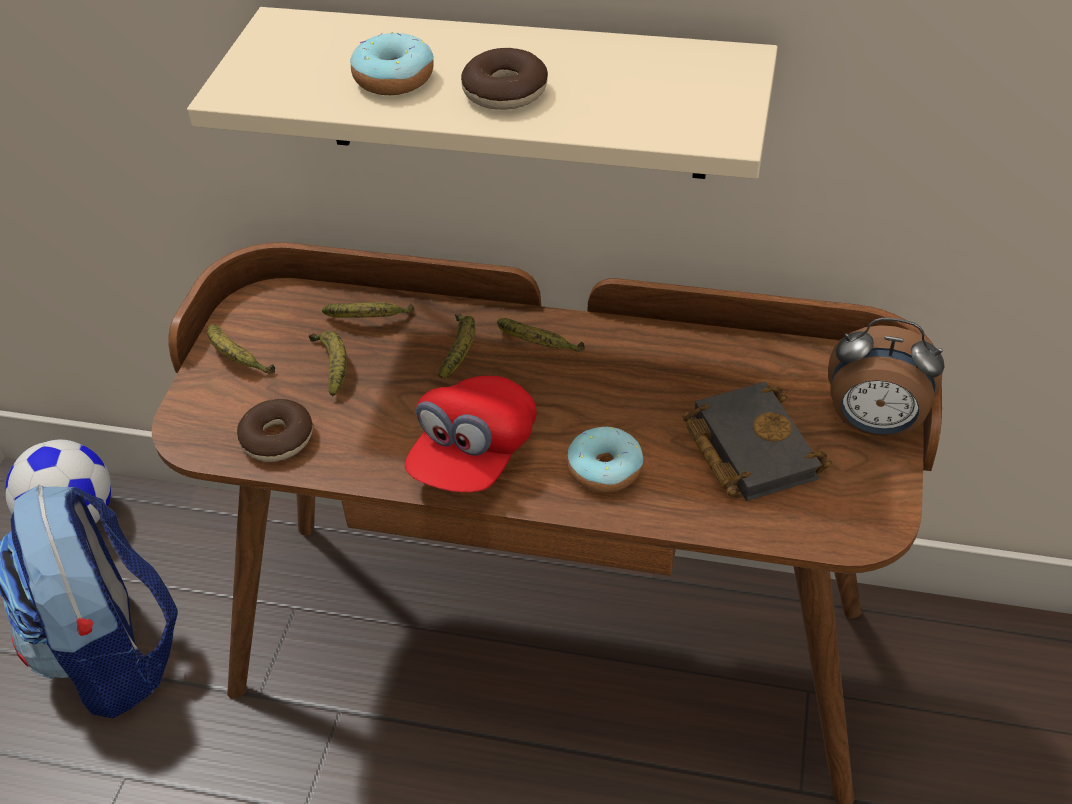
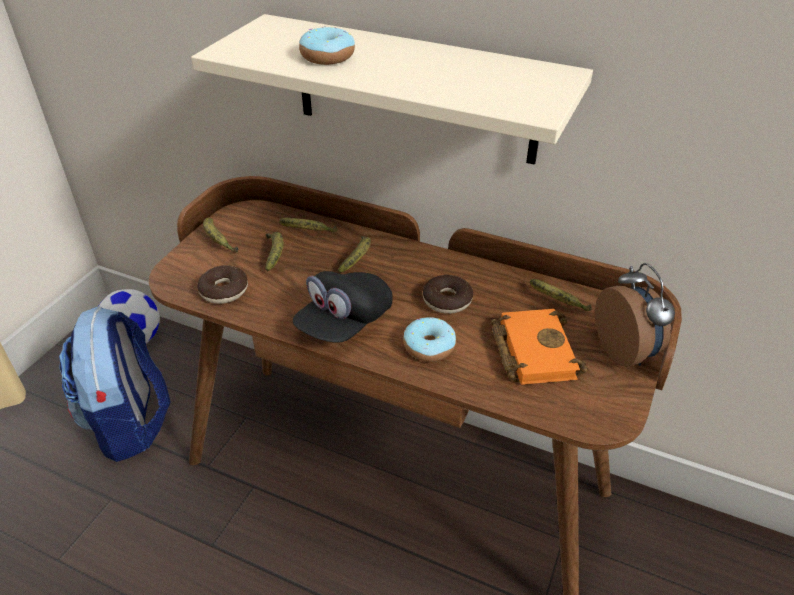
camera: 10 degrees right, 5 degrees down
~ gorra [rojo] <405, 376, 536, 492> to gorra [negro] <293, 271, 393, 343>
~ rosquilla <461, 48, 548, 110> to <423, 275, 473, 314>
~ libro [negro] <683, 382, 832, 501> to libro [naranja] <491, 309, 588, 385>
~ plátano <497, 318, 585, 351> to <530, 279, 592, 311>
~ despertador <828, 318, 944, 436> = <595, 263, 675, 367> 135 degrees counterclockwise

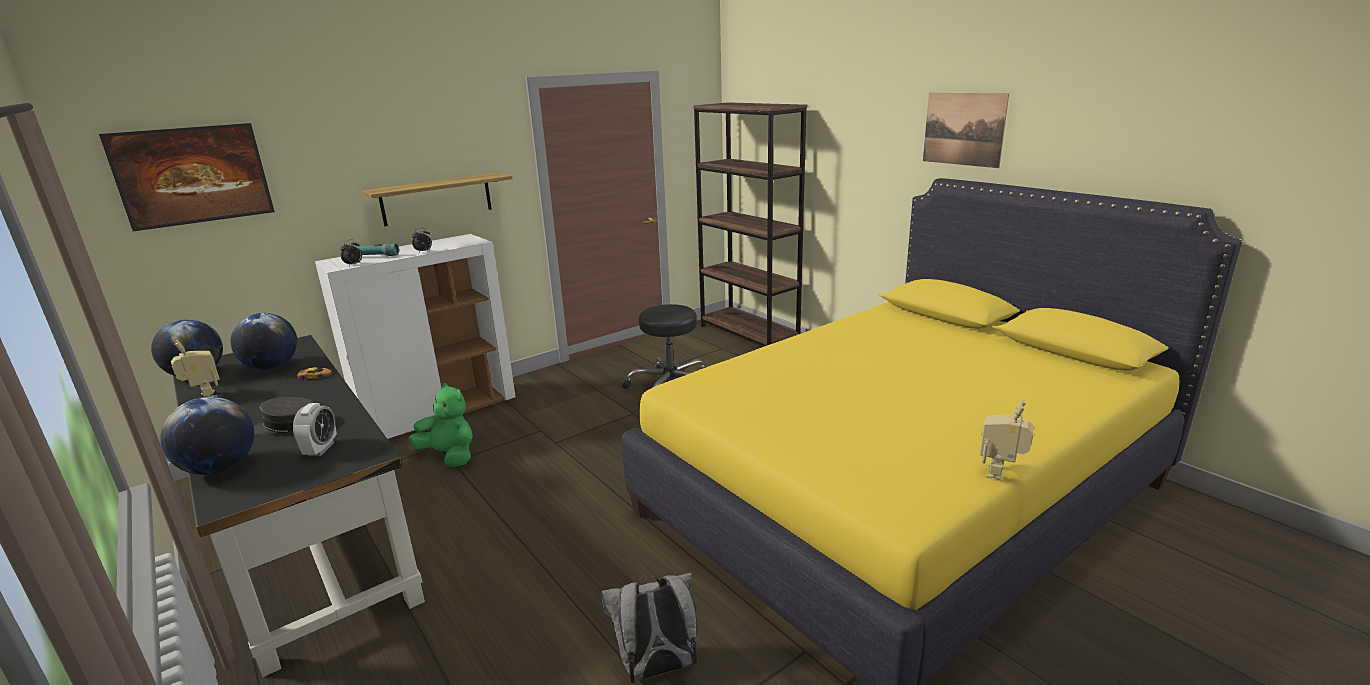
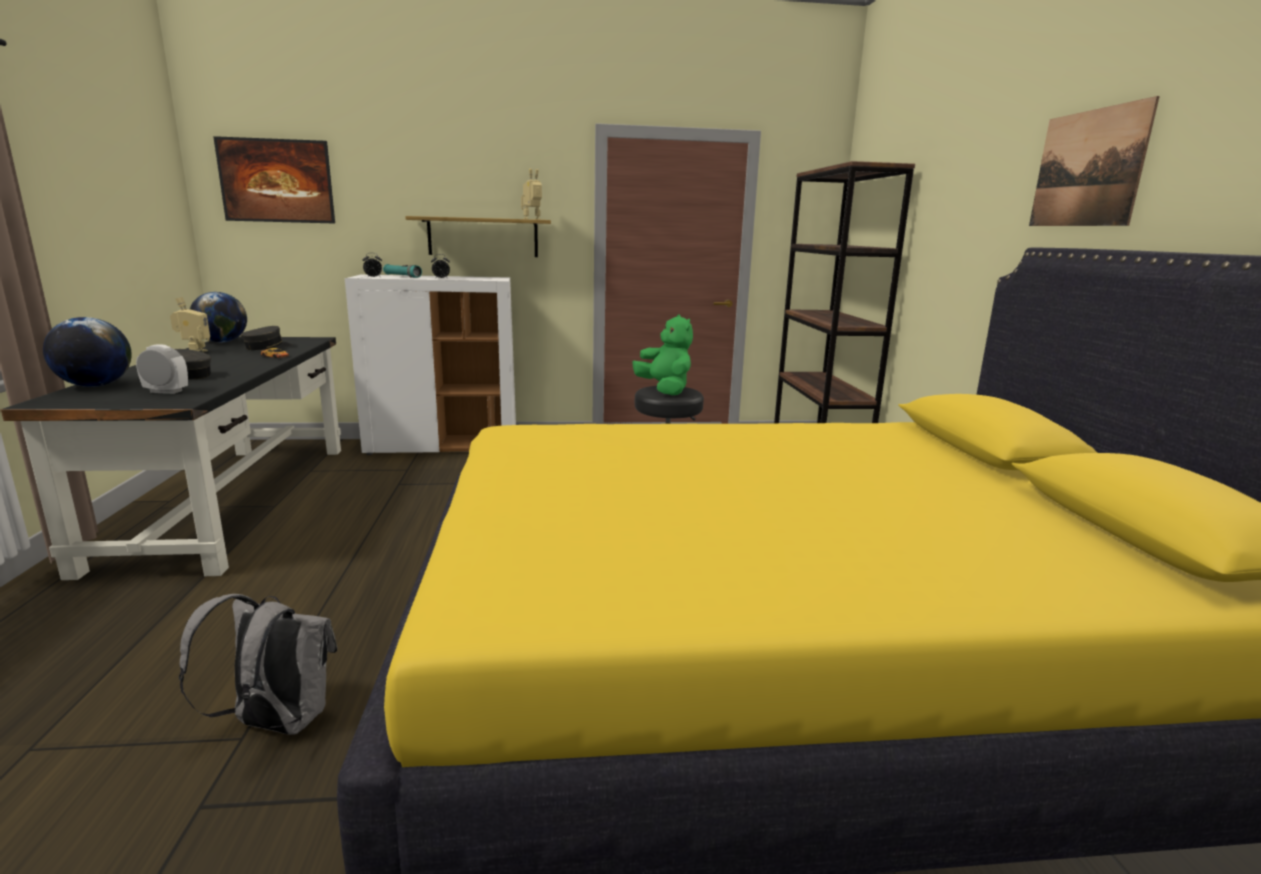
camera: 30 degrees right, 5 degrees down
~ despertador <293, 403, 337, 456> = <136, 344, 188, 394> 120 degrees counterclockwise
~ globo terráqueo <231, 313, 297, 370> to gorra [gris] <241, 326, 293, 350>
~ robot de juguete <979, 400, 1034, 481> to <521, 169, 542, 219>
~ peluche [verde] <408, 383, 473, 467> to <632, 314, 693, 395>

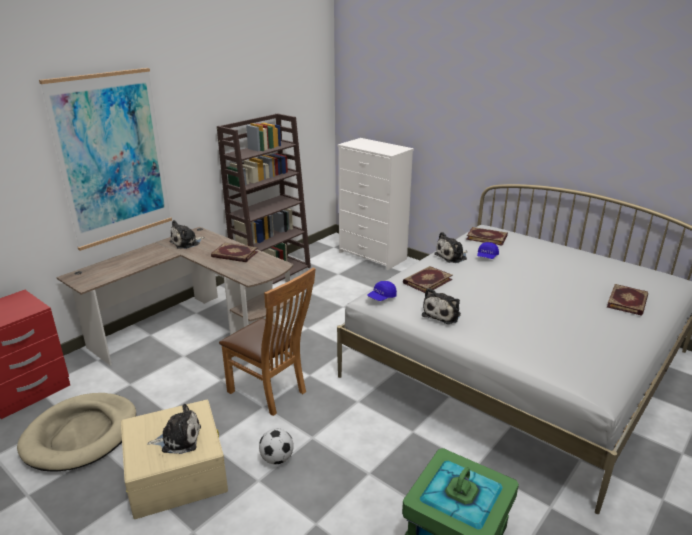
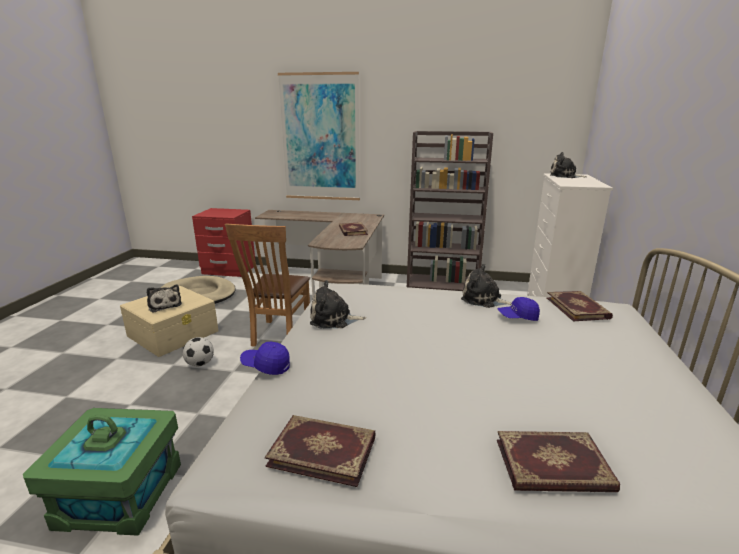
camera: 60 degrees right, 5 degrees down
~ gorra [azul] <367, 281, 397, 301> to <240, 341, 290, 375>
~ libro <403, 266, 453, 293> to <265, 415, 376, 487>
~ peluche <170, 220, 205, 249> to <550, 152, 587, 178>

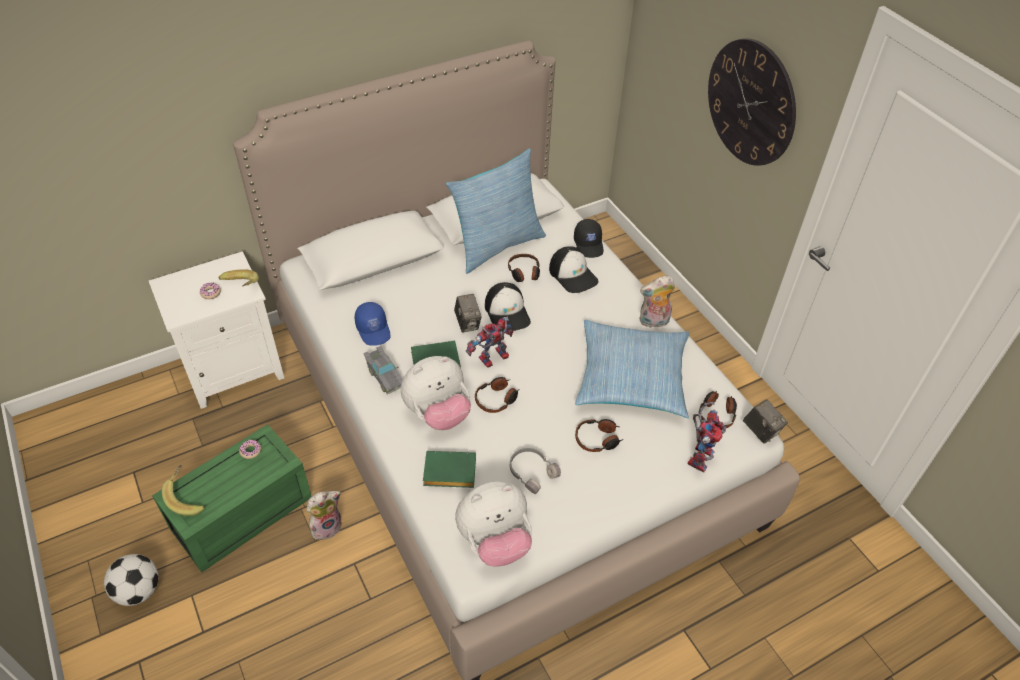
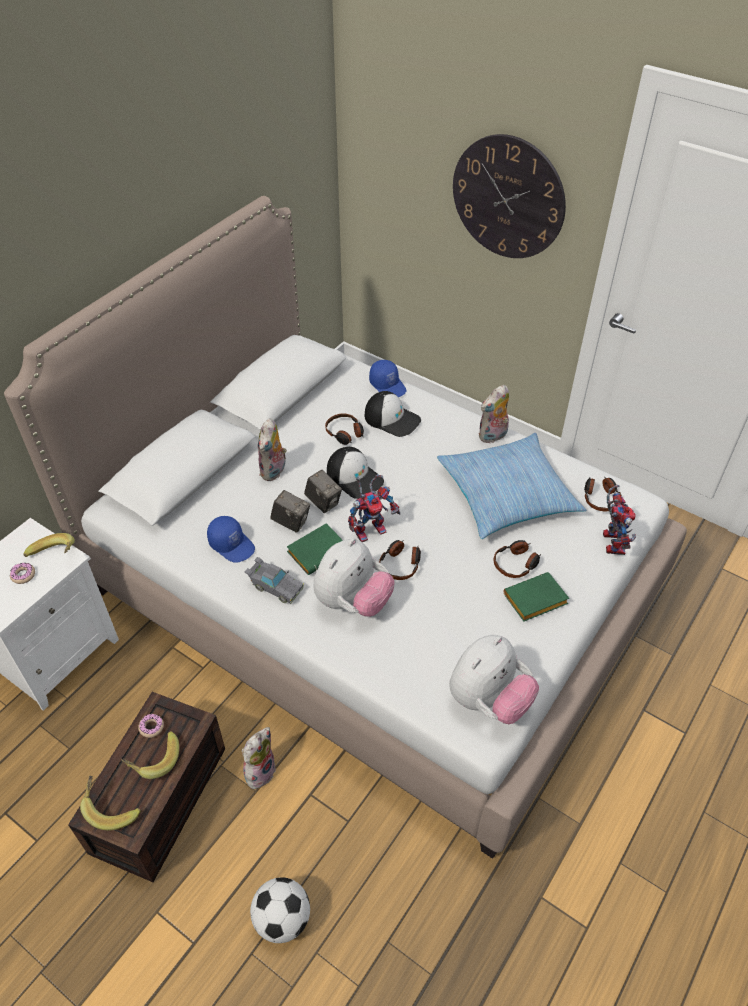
camera: 25 degrees left, 0 degrees up
~ caja de almacenaje [verde] <152, 424, 311, 573> to caja de almacenaje [marrón] <68, 692, 225, 882>
+ plátano <122, 731, 179, 779>
~ balón de fútbol <104, 554, 158, 606> to <250, 877, 310, 943>
+ peluche <258, 418, 287, 481>
~ cámara <743, 399, 788, 444> to <270, 490, 310, 533>
~ robot de juguete <466, 316, 513, 368> = <348, 474, 400, 542> 150 degrees counterclockwise
~ gorra [negro] <574, 219, 603, 258> to gorra [azul] <369, 360, 407, 397>
~ libro [verde] <423, 451, 476, 488> to <504, 572, 569, 621>
- cojín <446, 149, 546, 274>
- auriculares [gris] <510, 448, 561, 494>

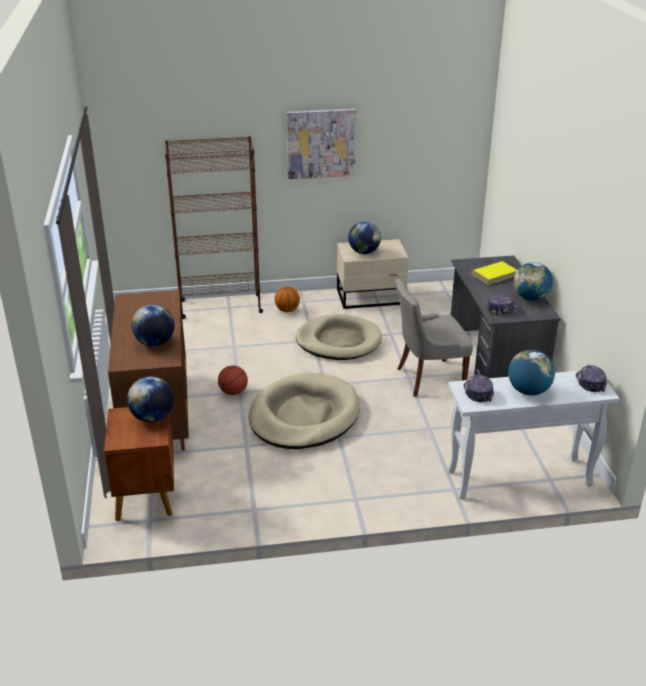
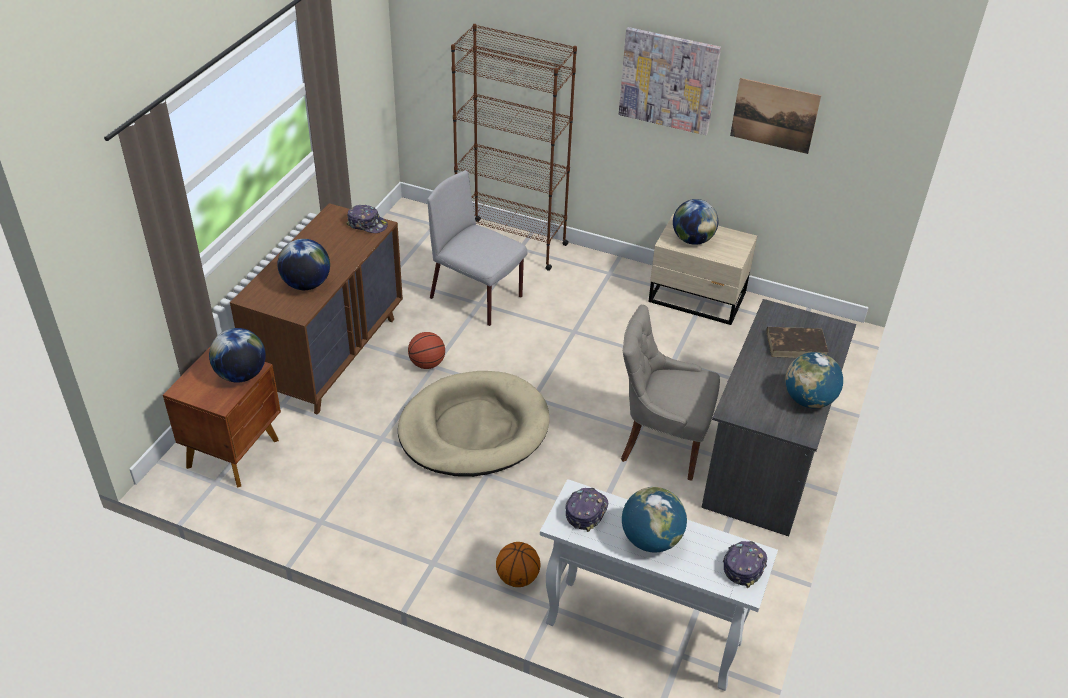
camera: 30 degrees right, 10 degrees up
~ gorra <487, 295, 520, 315> to <347, 205, 388, 233>
+ silla [gris] <427, 170, 528, 326>
~ balón de baloncesto <274, 286, 300, 312> to <496, 542, 540, 587>
+ cuadro <730, 78, 821, 154>
~ libro [amarillo] <472, 261, 517, 285> to libro [marrón] <766, 327, 828, 358>
- cama para perro [beis] <296, 314, 382, 360>

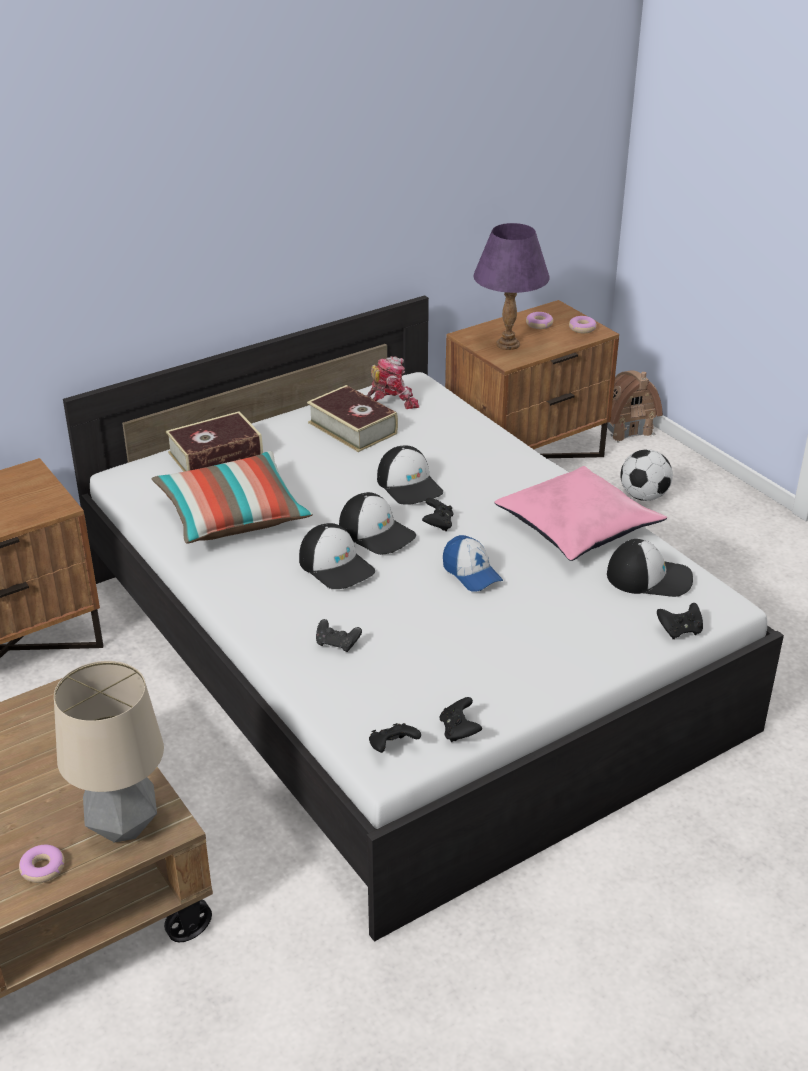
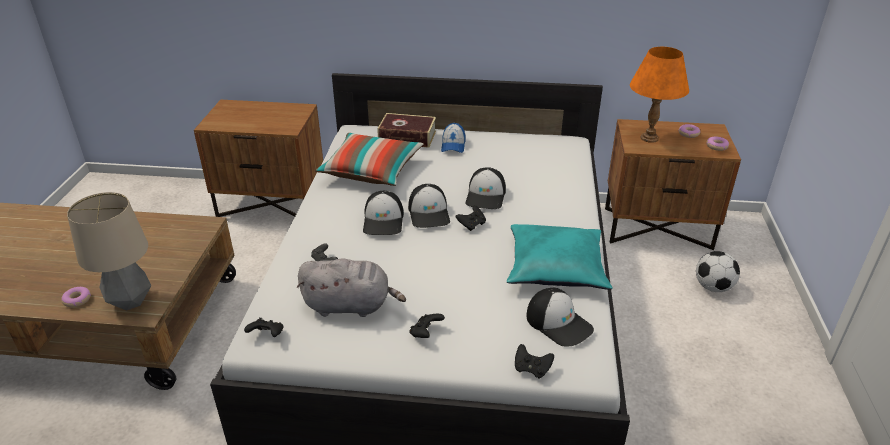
camera: 40 degrees right, 0 degrees up
+ peluche [gris] <297, 258, 406, 317>
~ mando de consola [negro] <440, 697, 482, 742> to <409, 314, 445, 338>
~ gorra <443, 535, 503, 592> to <441, 123, 466, 153>
~ cojín [rosa] <494, 466, 667, 561> to cojín [turquesa] <507, 224, 613, 290>
~ lámpara de mesa [morado] <473, 223, 550, 350> to lámpara de mesa [naranja] <630, 47, 689, 143>
- libro <307, 385, 398, 452>
- robot de juguete <366, 356, 419, 409>
- casita <601, 370, 663, 443>

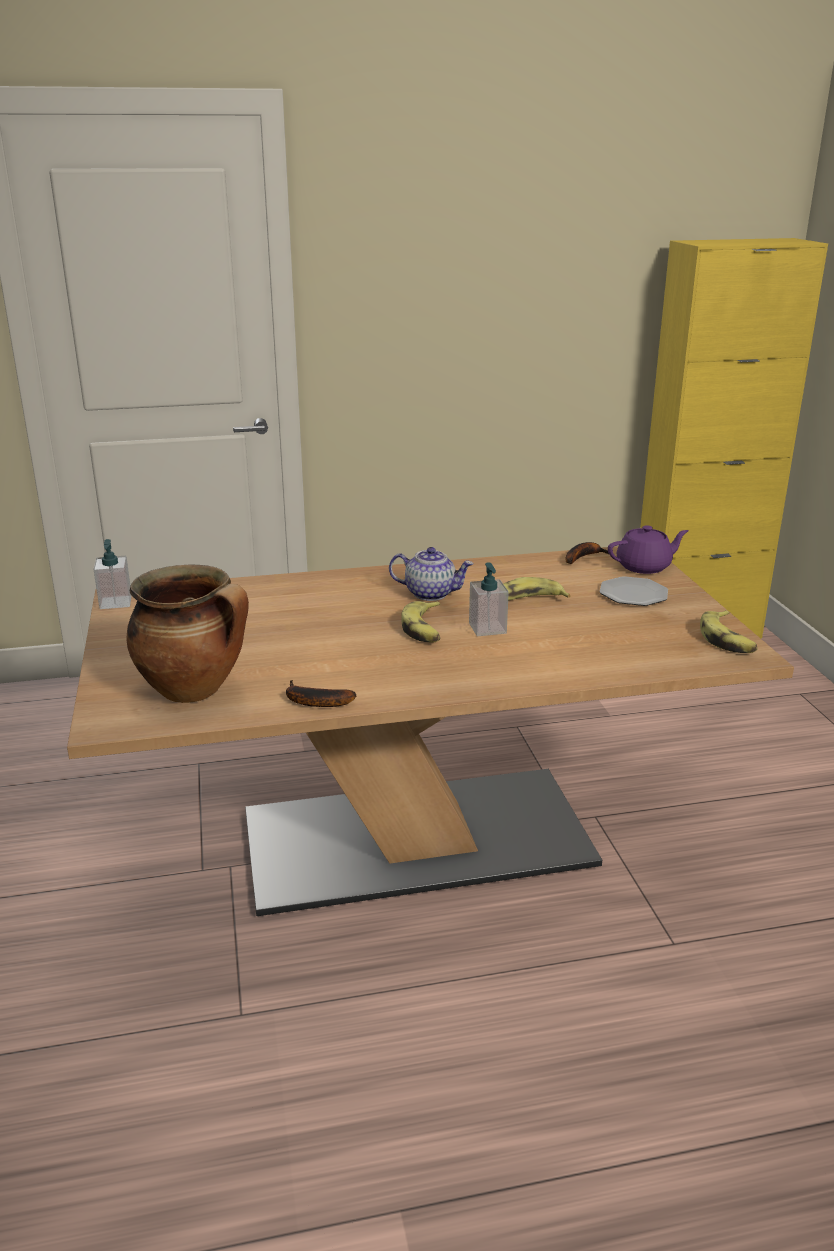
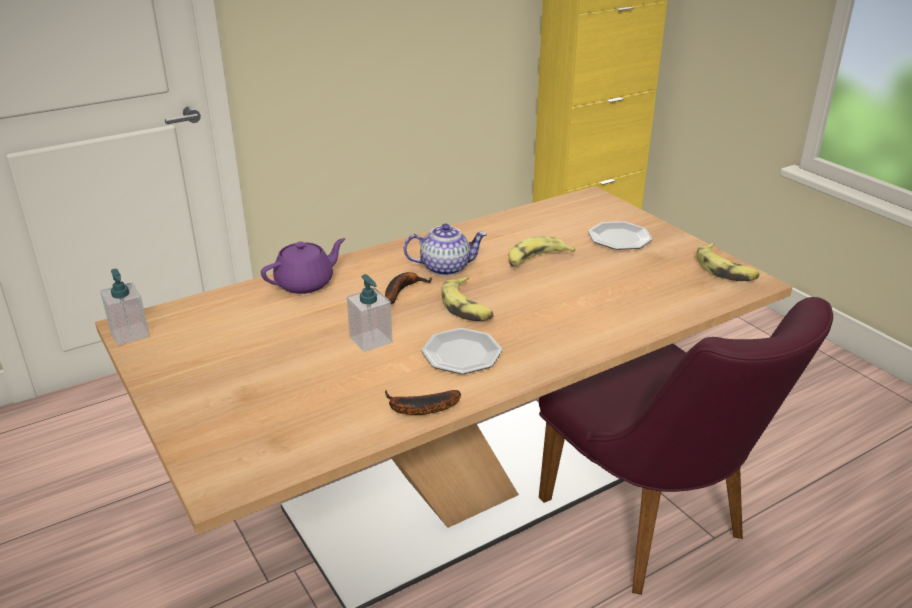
camera: 20 degrees left, 5 degrees up
~ tetera [morado] <608, 525, 689, 574> to <261, 238, 345, 294>
~ dispensador de jabón <469, 562, 509, 636> to <347, 274, 392, 352>
~ plátano <565, 542, 609, 564> to <385, 272, 432, 304>
+ plato <421, 328, 502, 374>
+ silla [morado] <539, 297, 833, 595>
- olla <126, 565, 249, 703>

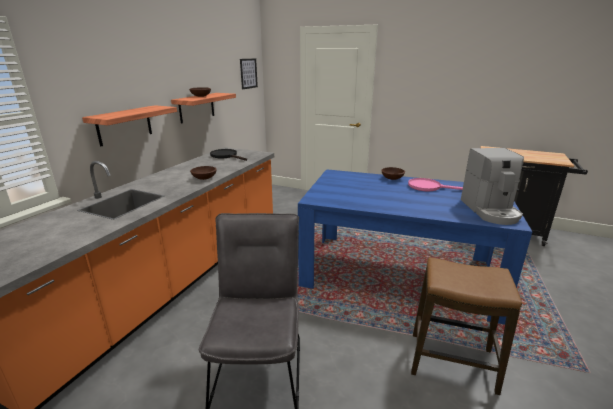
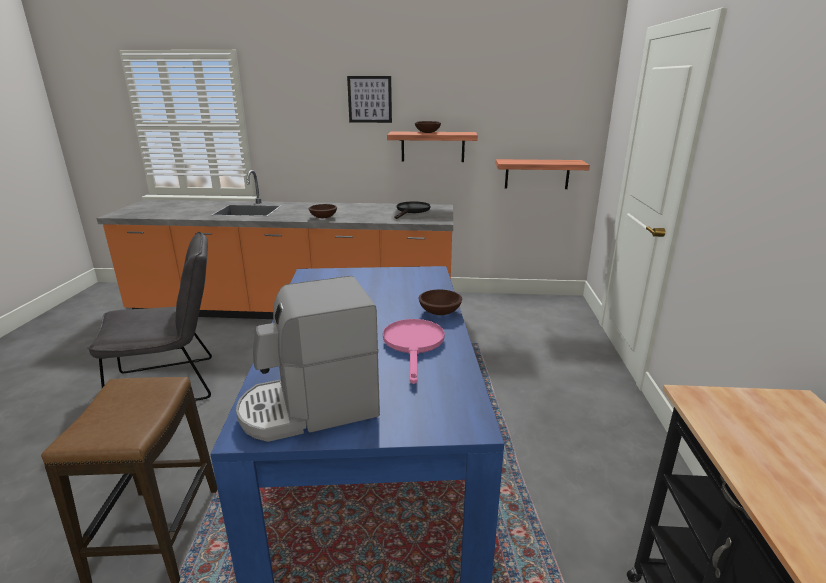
camera: 70 degrees right, 0 degrees up
~ cuadro <240, 58, 258, 89> to <347, 76, 392, 123>
~ estante <82, 105, 177, 146> to <496, 159, 590, 189>

